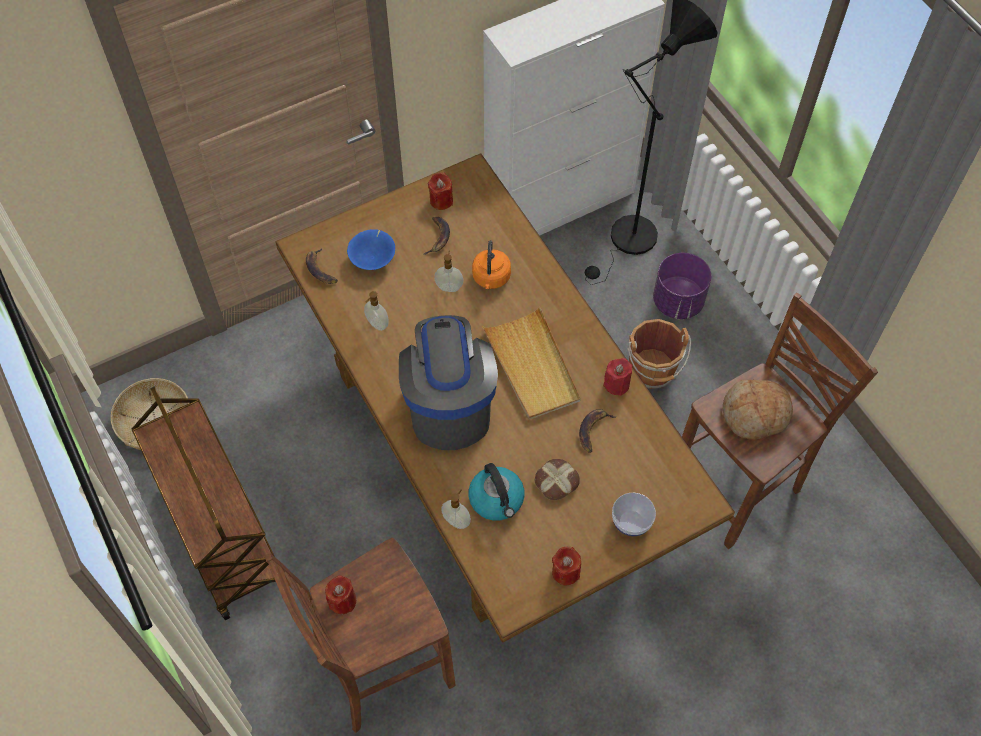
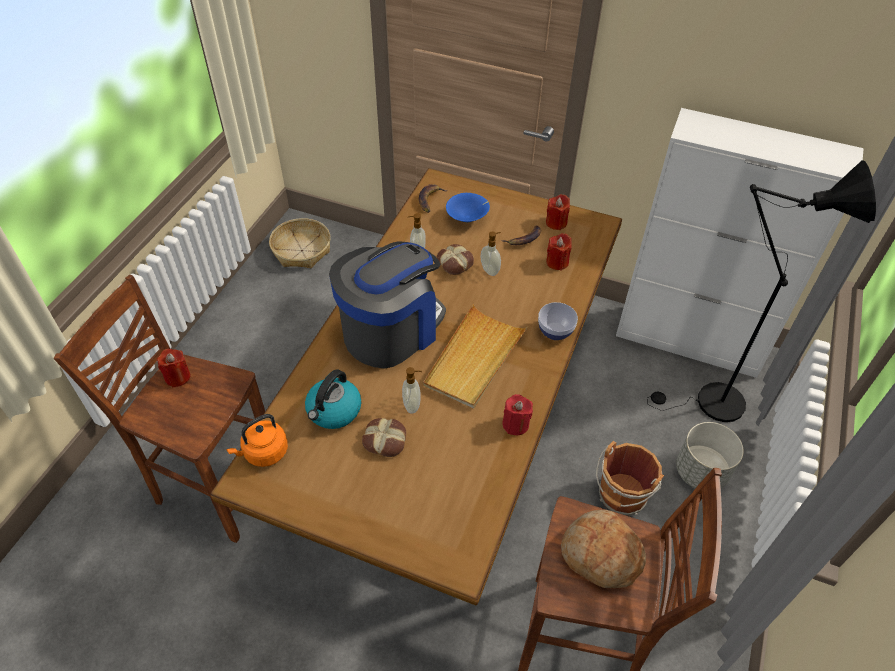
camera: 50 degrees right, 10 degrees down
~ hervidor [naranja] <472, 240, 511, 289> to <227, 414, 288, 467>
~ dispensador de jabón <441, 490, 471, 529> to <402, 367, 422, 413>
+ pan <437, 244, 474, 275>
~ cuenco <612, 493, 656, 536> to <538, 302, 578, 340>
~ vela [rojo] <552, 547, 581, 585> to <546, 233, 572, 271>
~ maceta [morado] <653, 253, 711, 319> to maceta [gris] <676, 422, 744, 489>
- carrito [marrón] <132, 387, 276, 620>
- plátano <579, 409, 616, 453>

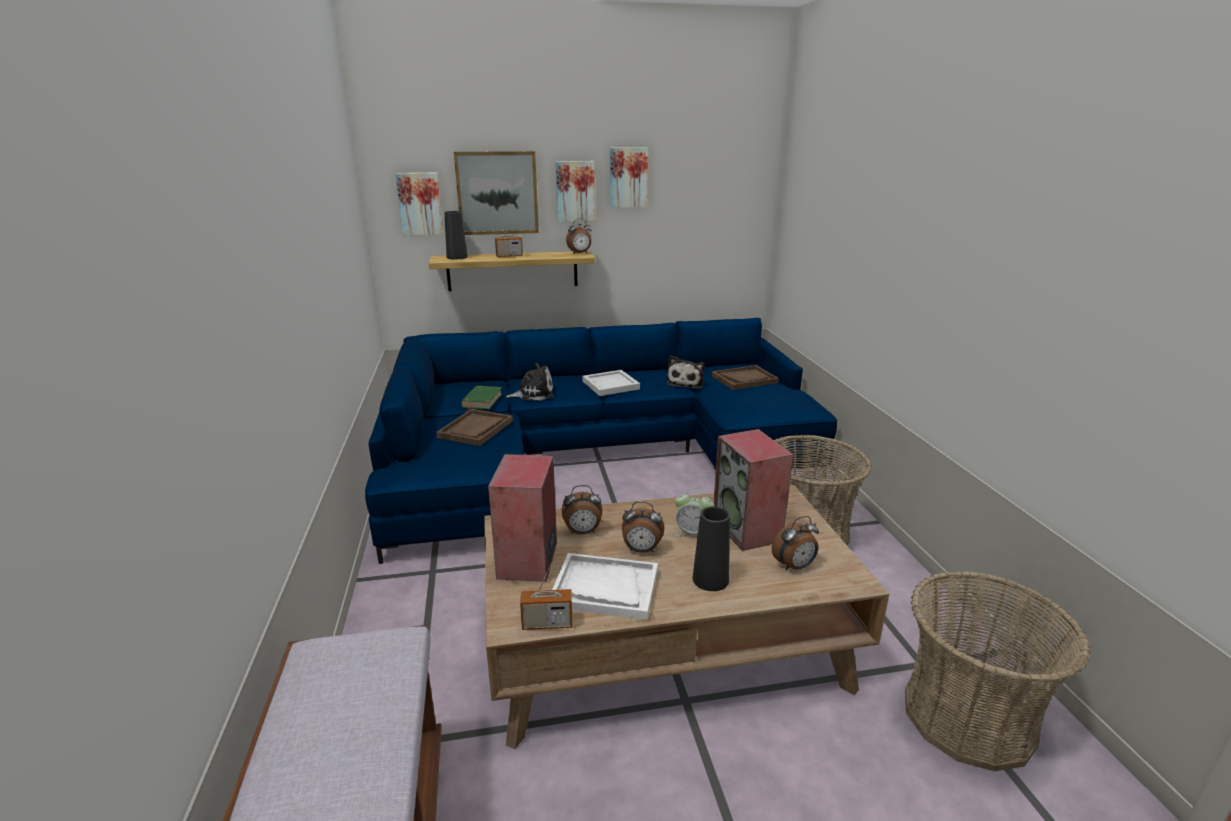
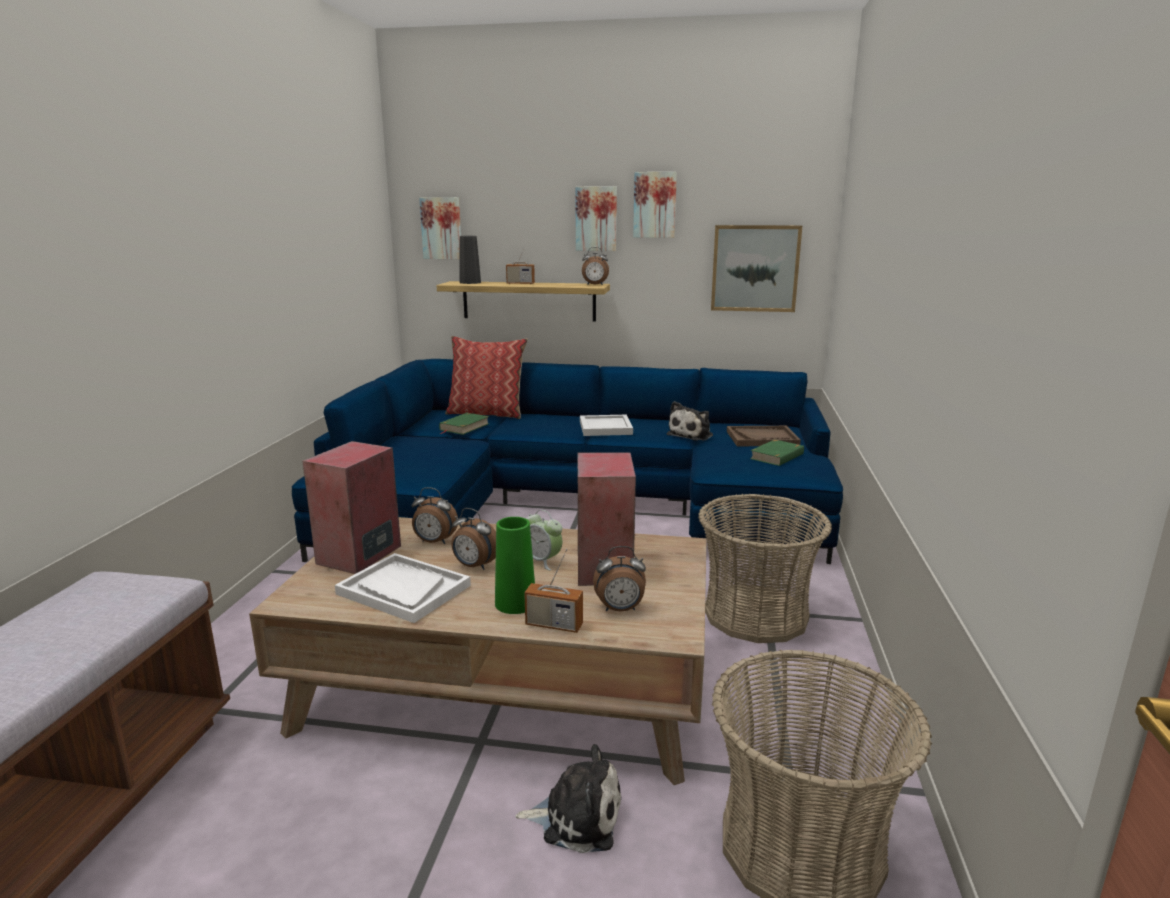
camera: 20 degrees right, 5 degrees down
+ cojín <445, 336, 528, 419>
~ florero [negro] <692, 507, 730, 591> to florero [verde] <495, 517, 535, 614>
~ peluche <506, 363, 553, 401> to <515, 744, 621, 853>
~ radio <520, 556, 572, 630> to <524, 549, 583, 633>
~ cuadro <454, 151, 539, 235> to <711, 225, 802, 312>
+ libro [verde] <750, 439, 804, 466>
- bandeja [marrón] <436, 409, 513, 446>

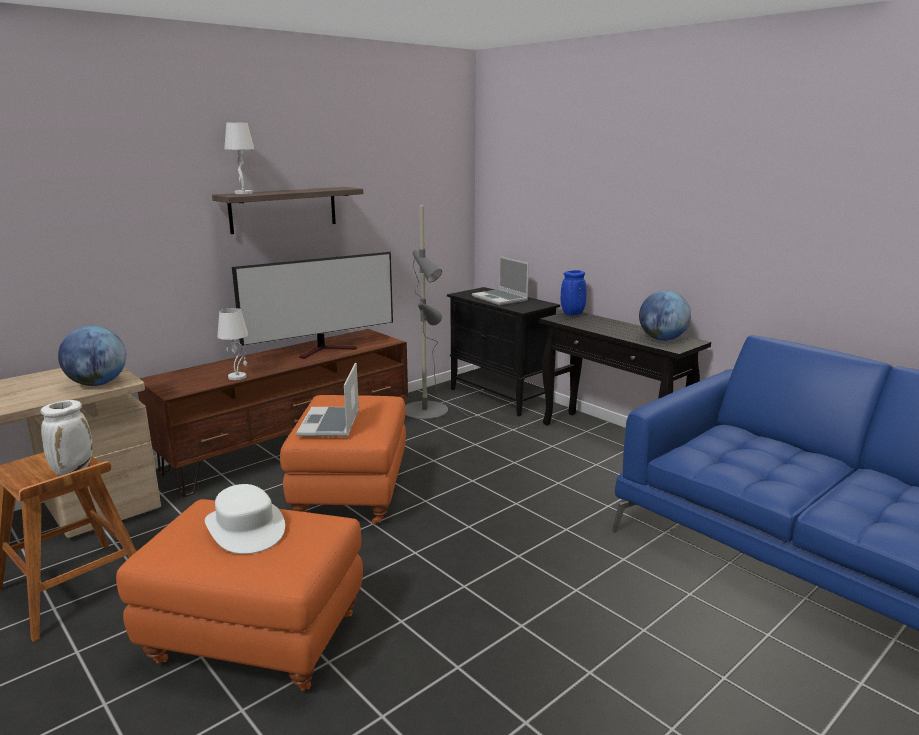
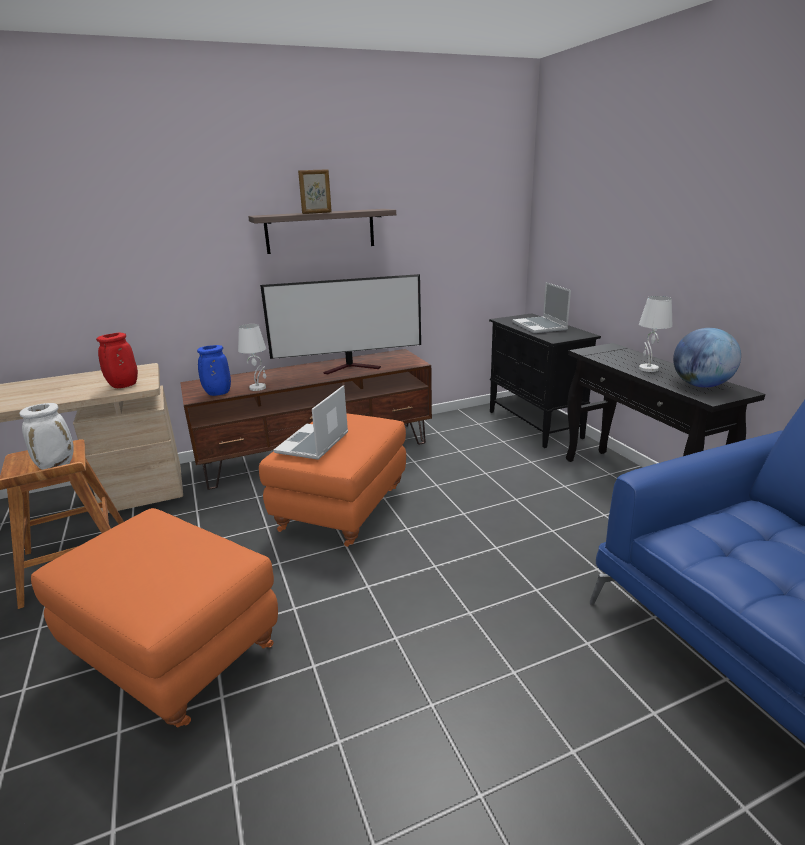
camera: 20 degrees right, 5 degrees up
~ globo terráqueo <58, 326, 126, 386> to florero [rojo] <96, 333, 138, 388>
~ florero [azul] <561, 270, 586, 316> to <197, 345, 231, 396>
+ portarretratos <298, 169, 332, 214>
~ lámpara de mesa [blanco] <224, 122, 254, 194> to <639, 296, 672, 372>
- sombrero [blanco] <205, 484, 285, 554>
- lámpara de pie [gris] <405, 205, 536, 431>

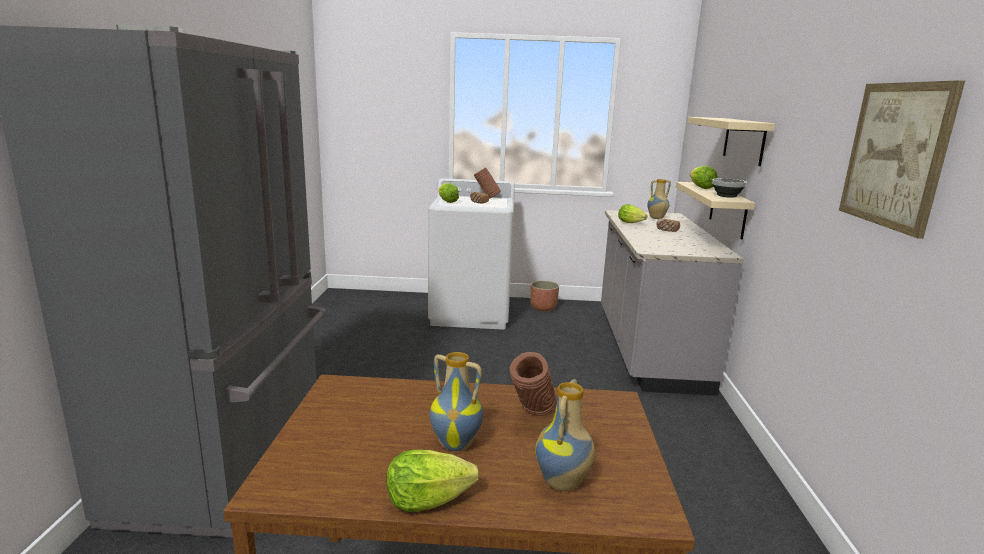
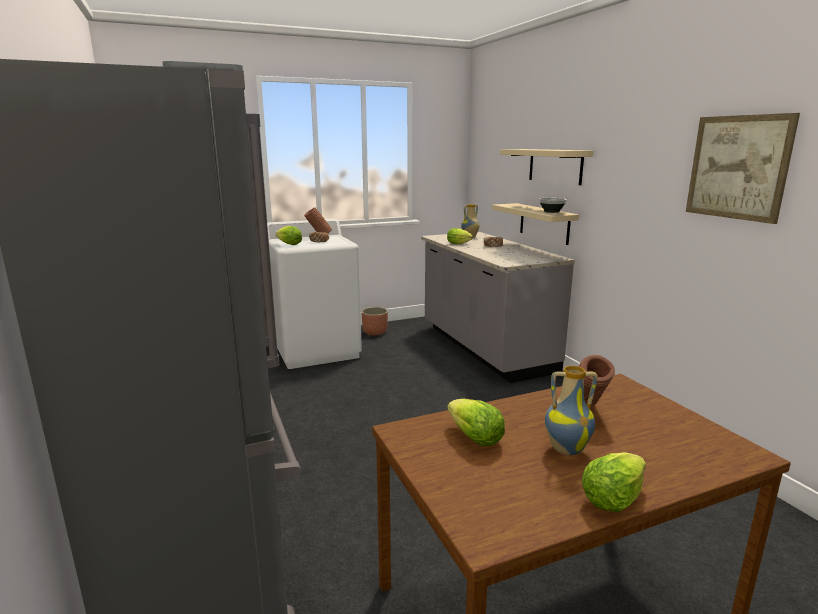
camera: 25 degrees left, 0 degrees up
~ lechuga <690, 166, 718, 189> to <447, 399, 505, 446>
- florero <535, 379, 595, 491>

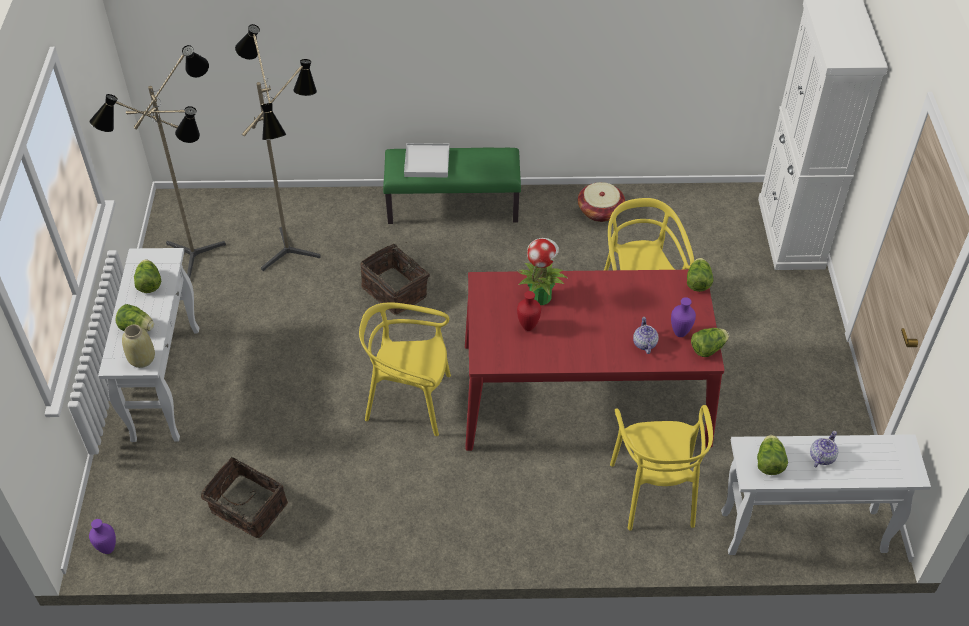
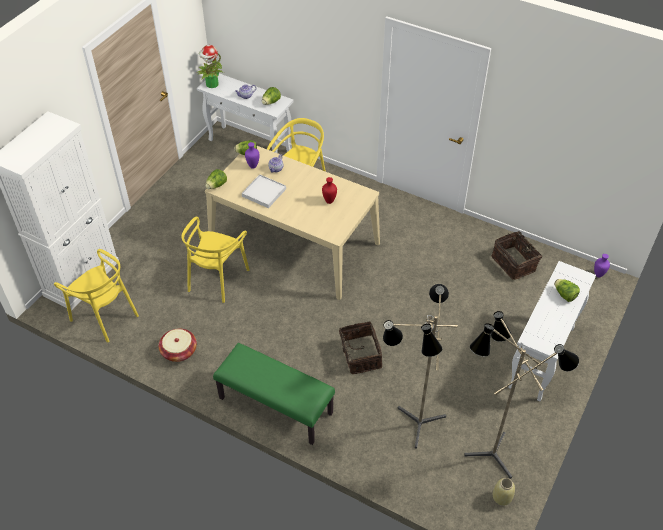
camera: 150 degrees left, 0 degrees up
~ silla [amarillo] <359, 303, 451, 436> to <54, 249, 139, 342>
~ planta en maceta <518, 238, 567, 305> to <196, 45, 224, 88>
~ mesa de comedor [rojo] <465, 270, 725, 451> to mesa de comedor [beis] <205, 146, 380, 300>
~ bandeja [blanco] <404, 143, 449, 178> to <242, 175, 286, 208>
~ florero [beis] <122, 325, 155, 368> to <493, 478, 515, 506>
- lechuga <134, 259, 161, 293>

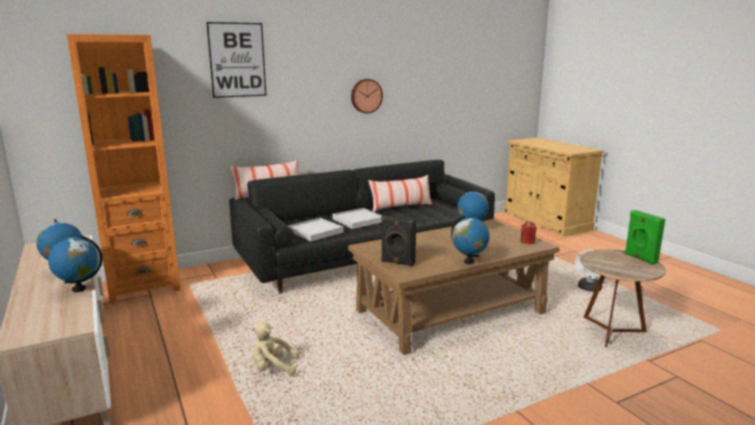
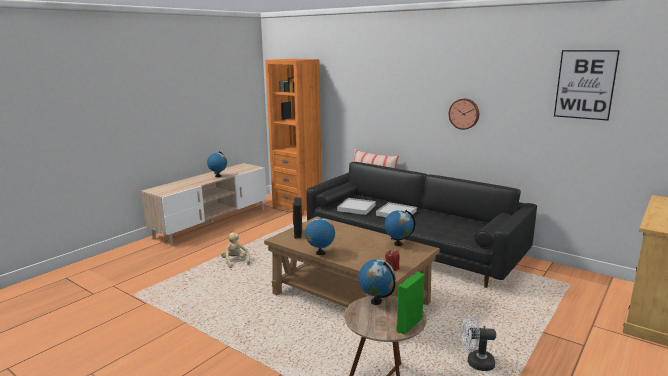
camera: 65 degrees right, 0 degrees up
~ globo terráqueo <48, 235, 102, 292> to <359, 259, 396, 305>
~ cuadro <206, 22, 267, 98> to <554, 50, 620, 121>
- cojín <368, 175, 433, 212>

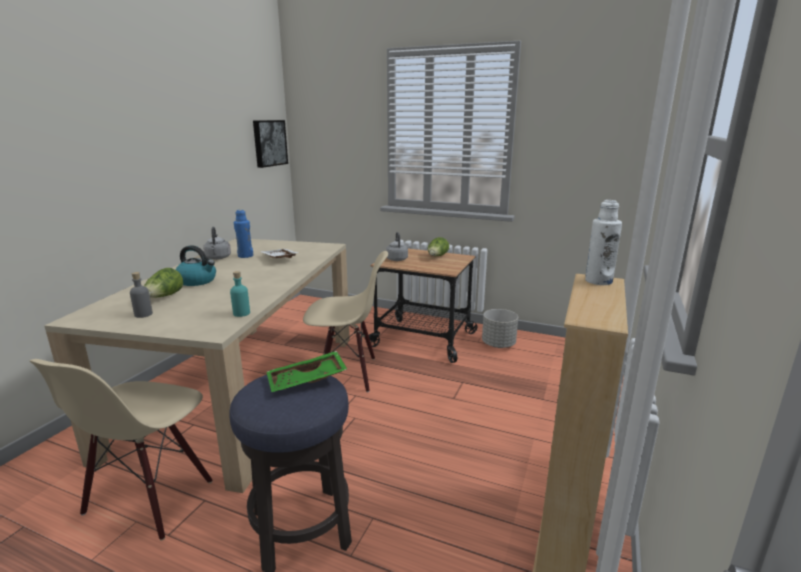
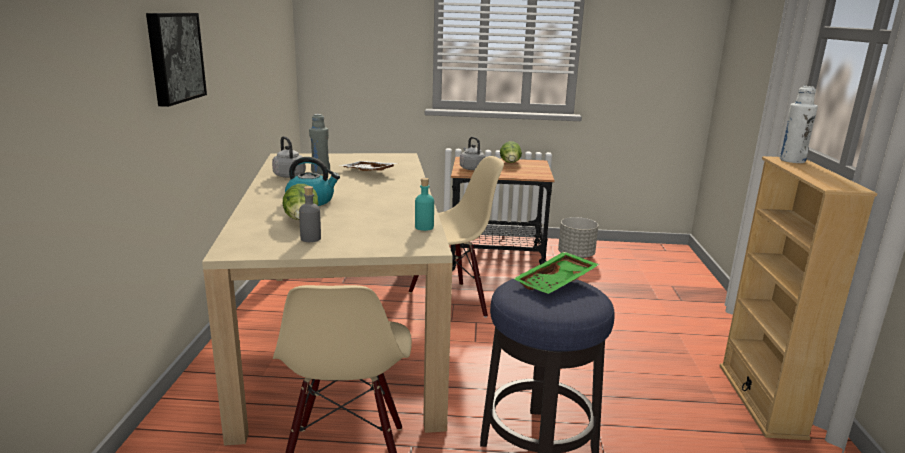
camera: 20 degrees left, 0 degrees up
~ cuadro <253, 120, 288, 168> to <146, 13, 207, 107>
~ botella [azul] <234, 210, 253, 258> to botella [gris] <309, 114, 330, 174>

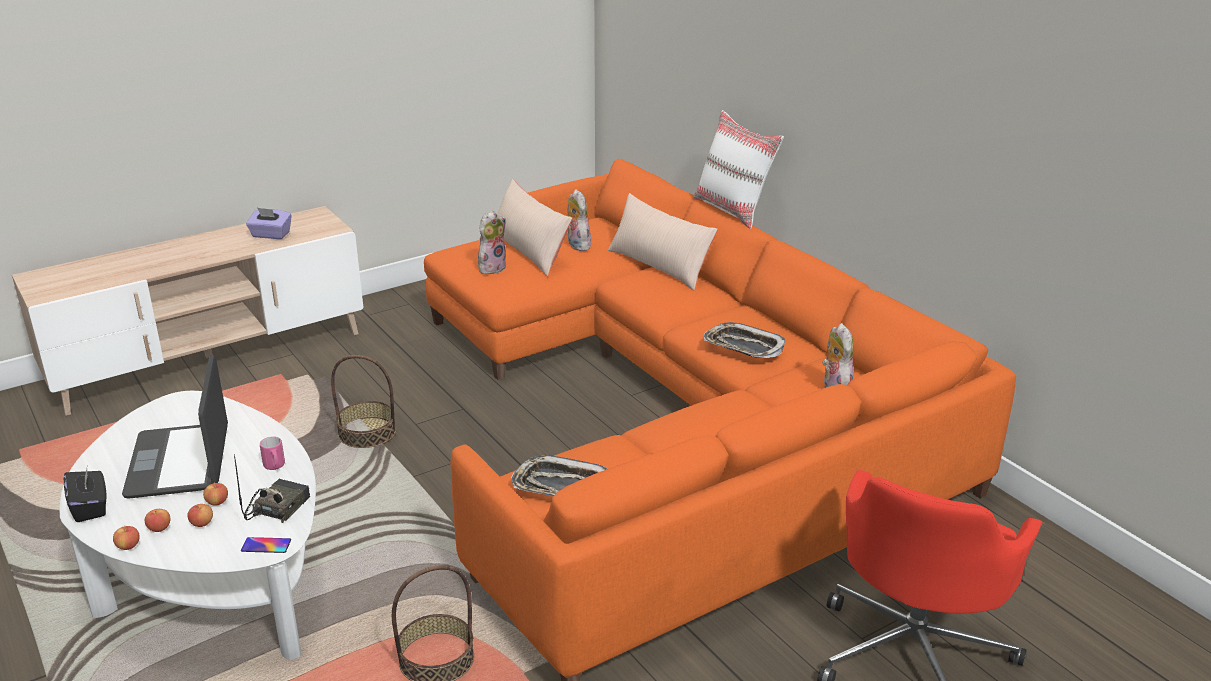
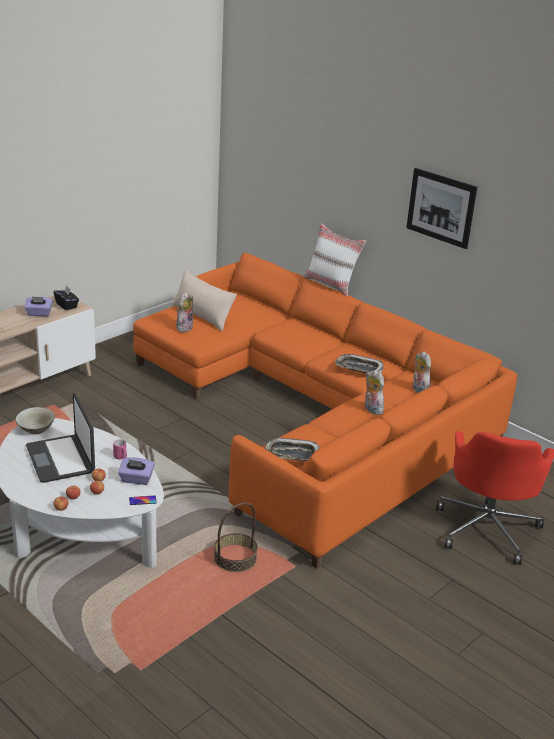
camera: 15 degrees left, 0 degrees up
+ cuenco [beis] <16, 407, 55, 434>
~ caja de pañuelos [negro] <64, 464, 107, 522> to <54, 286, 79, 310>
~ radio <234, 454, 310, 523> to caja de pañuelos [morado] <118, 457, 155, 485>
~ peluche <567, 189, 592, 251> to <365, 370, 384, 415>
+ cuadro <406, 168, 477, 249>
- cesta <331, 355, 396, 448>
- cojín [beis] <608, 193, 718, 290>

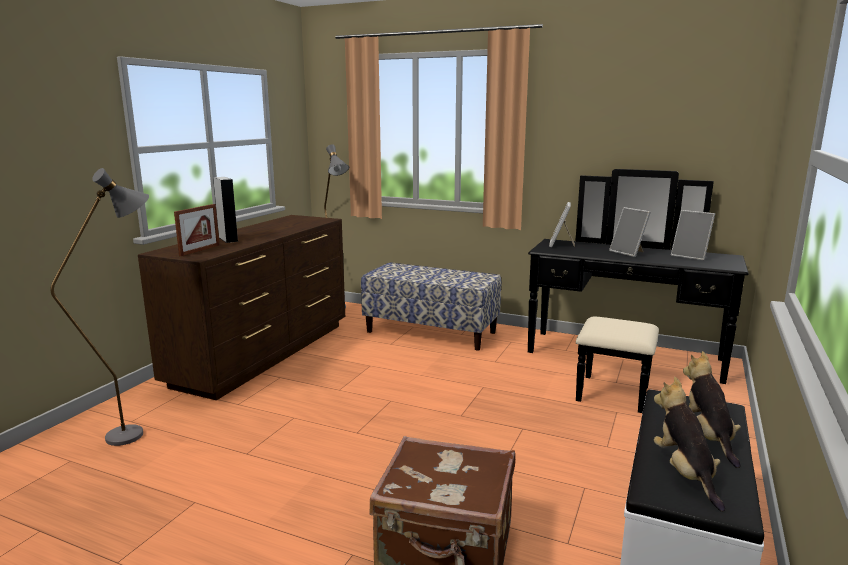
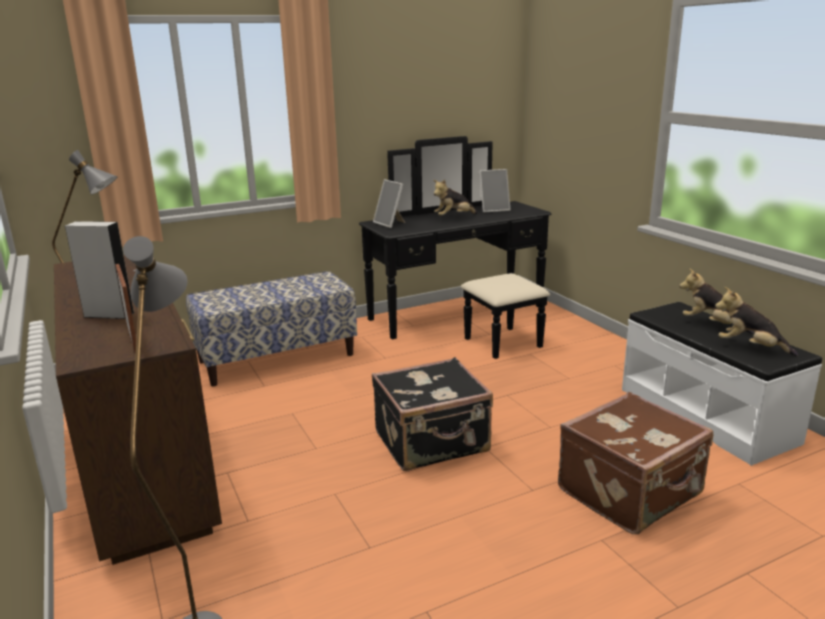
camera: 50 degrees left, 5 degrees up
+ maleta [negro] <372, 357, 493, 471>
~ portarretratos <609, 207, 651, 257> to peluche <433, 180, 478, 216>

